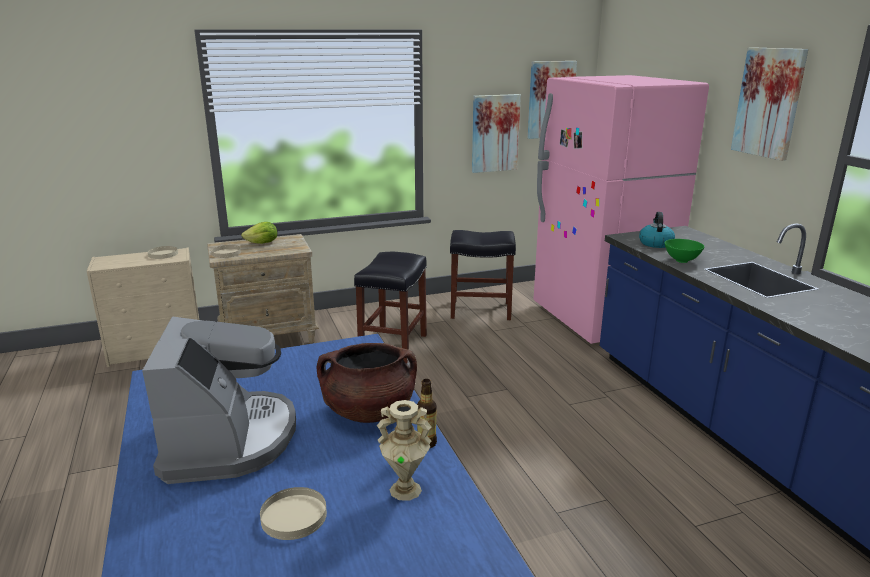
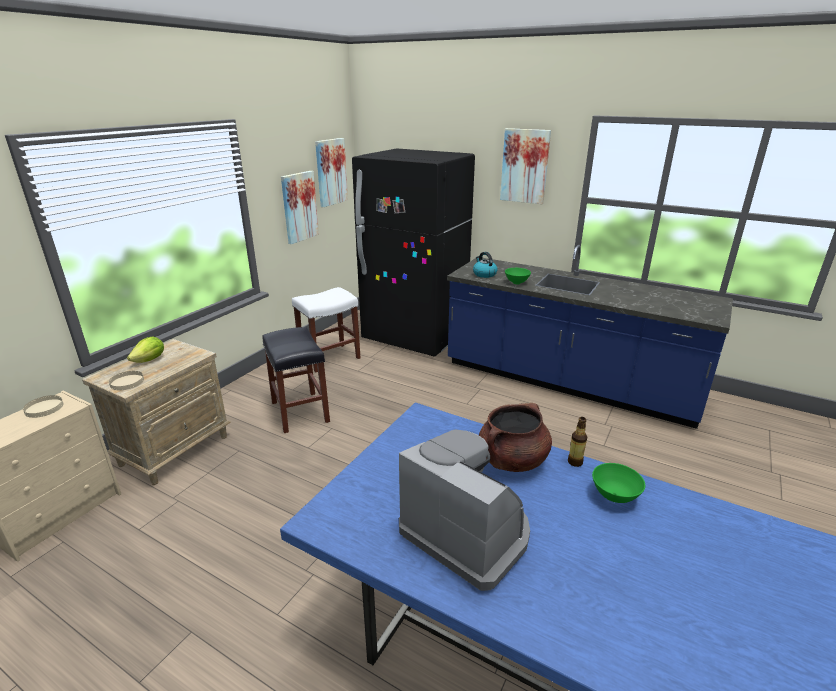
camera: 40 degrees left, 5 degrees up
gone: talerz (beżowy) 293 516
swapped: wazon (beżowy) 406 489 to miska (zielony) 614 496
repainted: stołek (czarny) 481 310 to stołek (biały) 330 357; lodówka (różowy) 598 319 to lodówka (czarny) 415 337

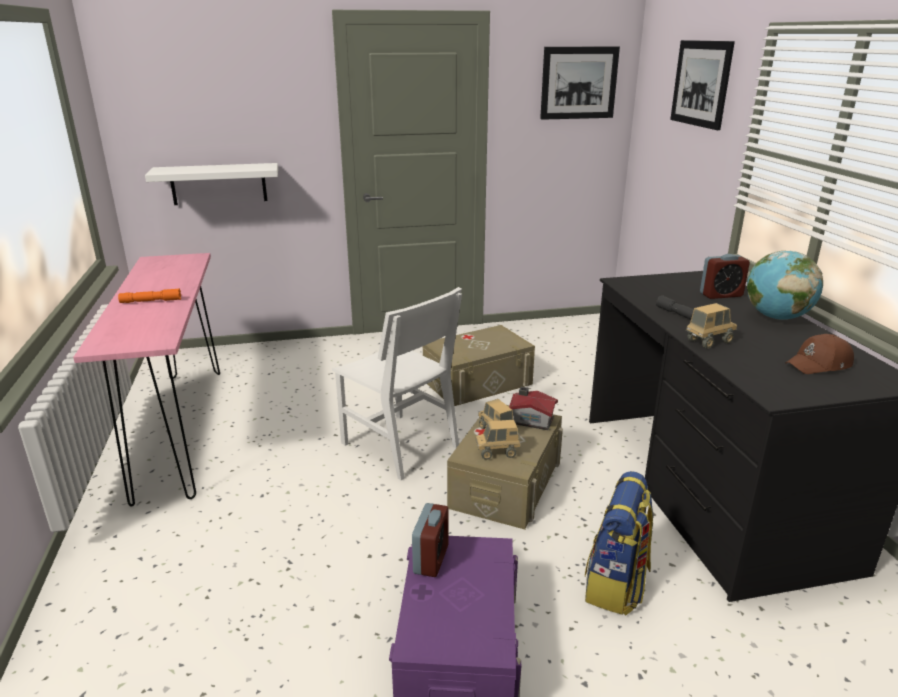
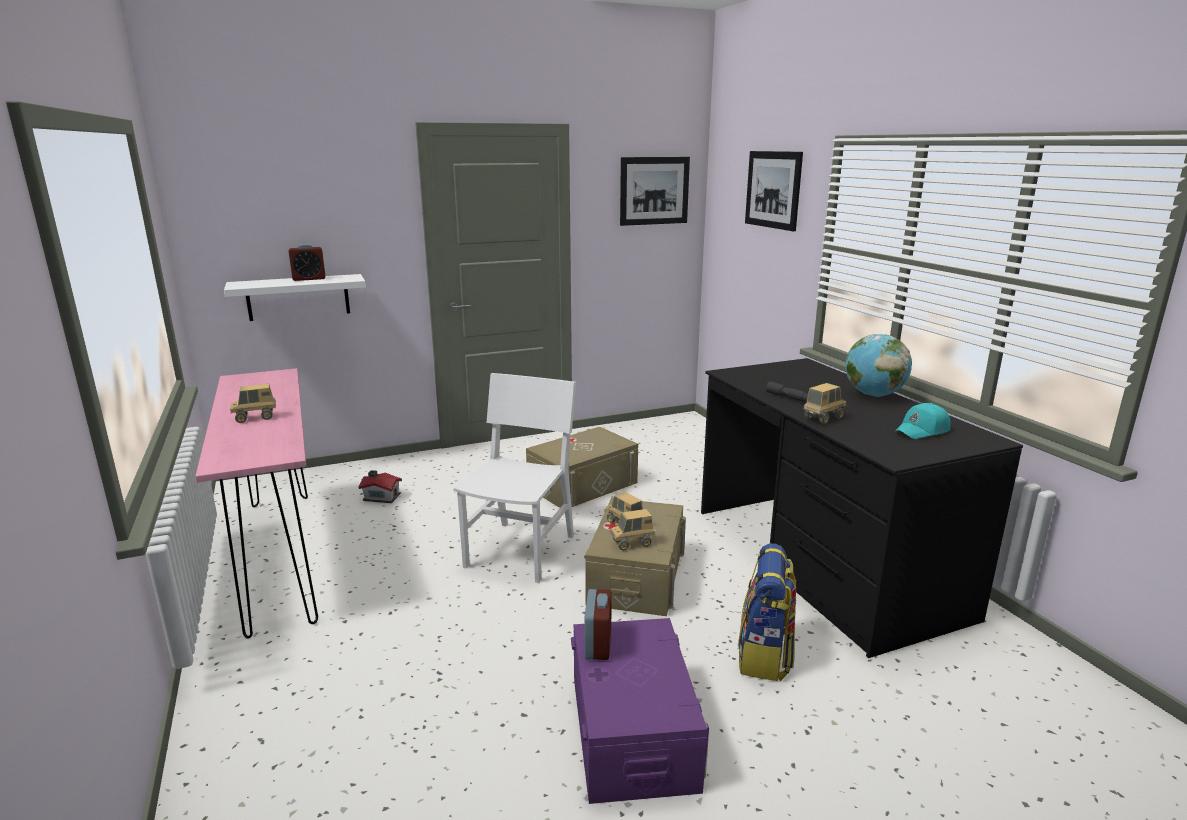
camera: 10 degrees left, 5 degrees down
shifted: budzik 721 295 to 309 279; domek 531 420 to 381 497
swapped: latarka (pomarańczowy) 151 301 to ciężarówka zabawkowa 255 418
repainted: czapka z daszkiem (brązowy) 819 365 to czapka z daszkiem (turkusowy) 922 431
rotated: krzesło (biały) 399 445 = 520 551 105 degrees counterclockwise

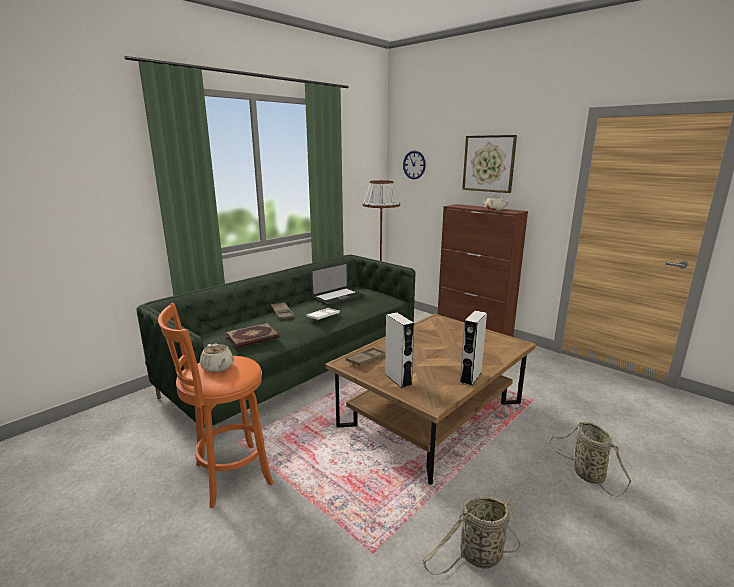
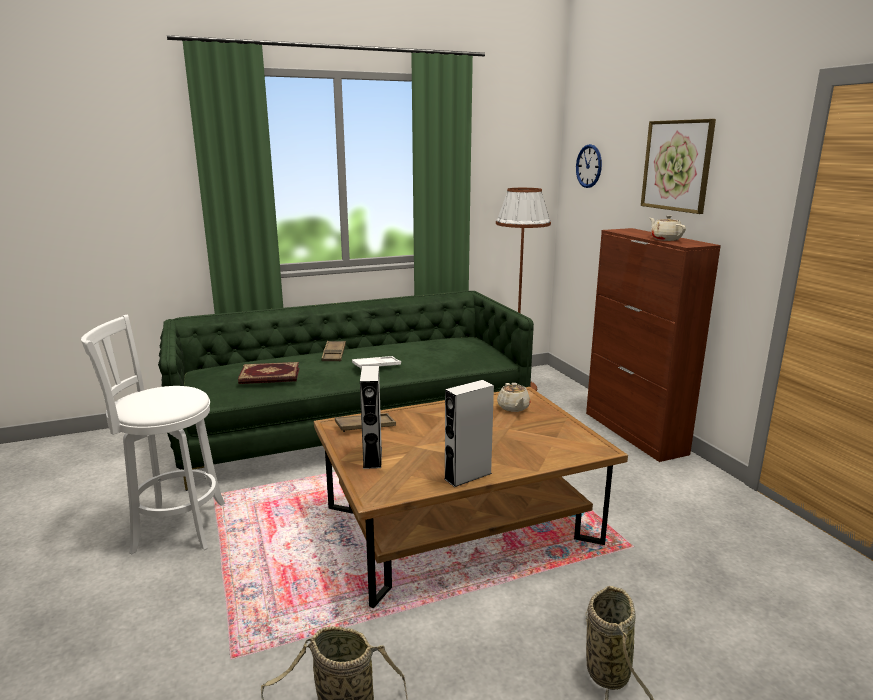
camera: 25 degrees right, 0 degrees up
gone: laptop 338 297
shifted: imbryk (beżowy) 218 367 to 513 408
repainted: stołek (pomarańczowy) 228 475 to stołek (biały) 174 527

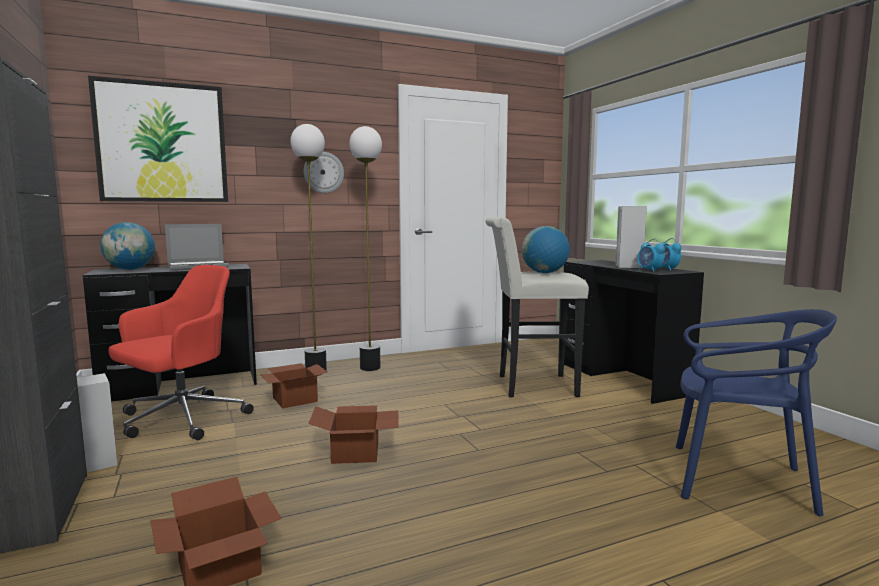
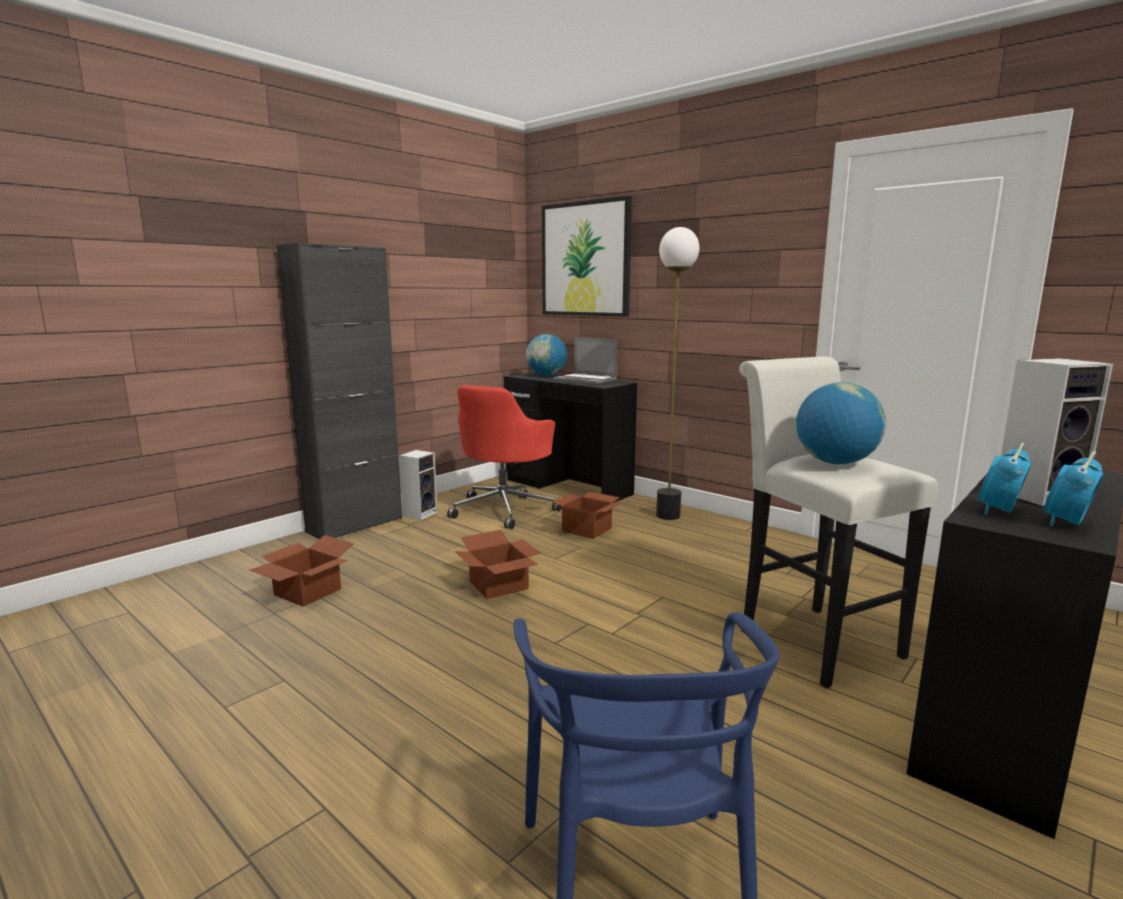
camera: 65 degrees right, 5 degrees up
gone: zegar ścienny 323 172; lampa stojąca 370 368
rotated: krzesło biurowe (czerwony) 181 419 = 504 509 105 degrees clockwise

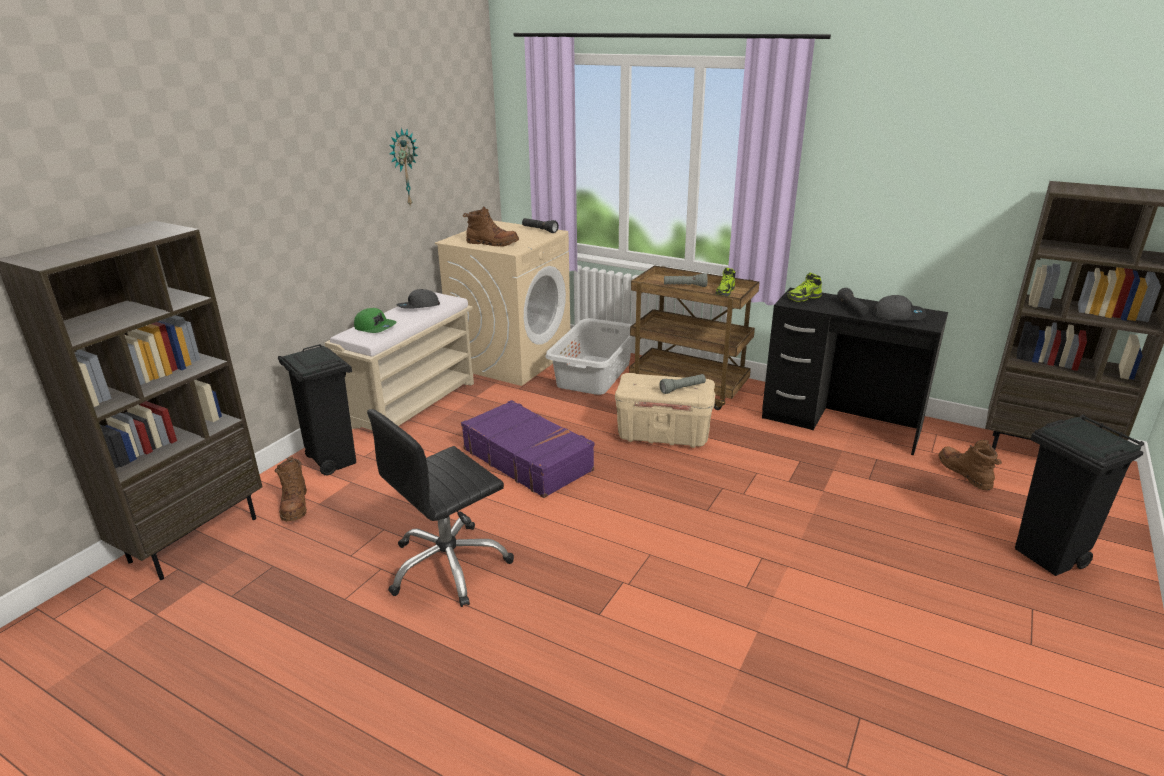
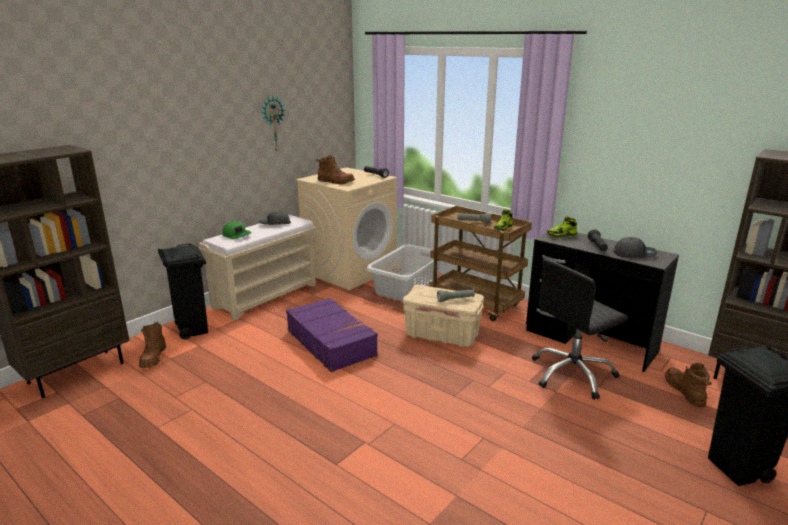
camera: 10 degrees right, 5 degrees down
shifted: krzesło biurowe (czarny) 448 566 to 572 374

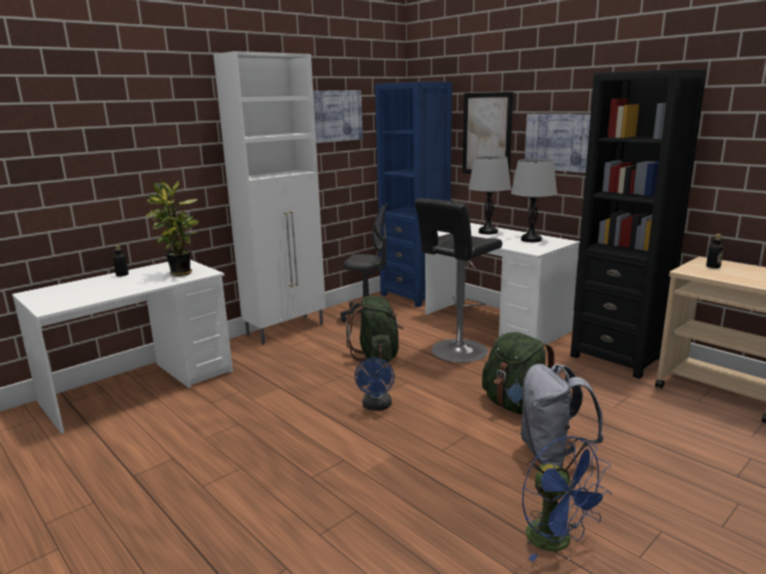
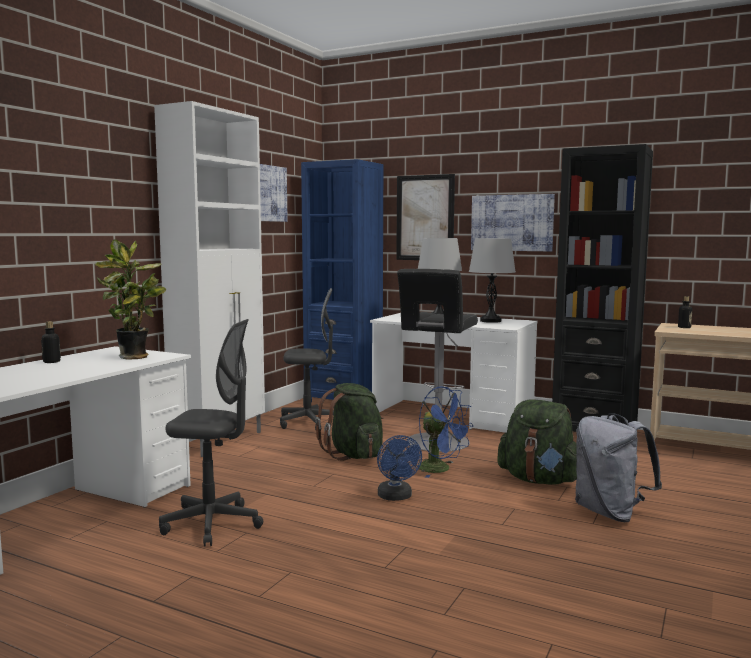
camera: 20 degrees left, 10 degrees down
new: krzesło biurowe (szary) 212 524
shifted: wentylator (niebieski) 557 542 to 441 469

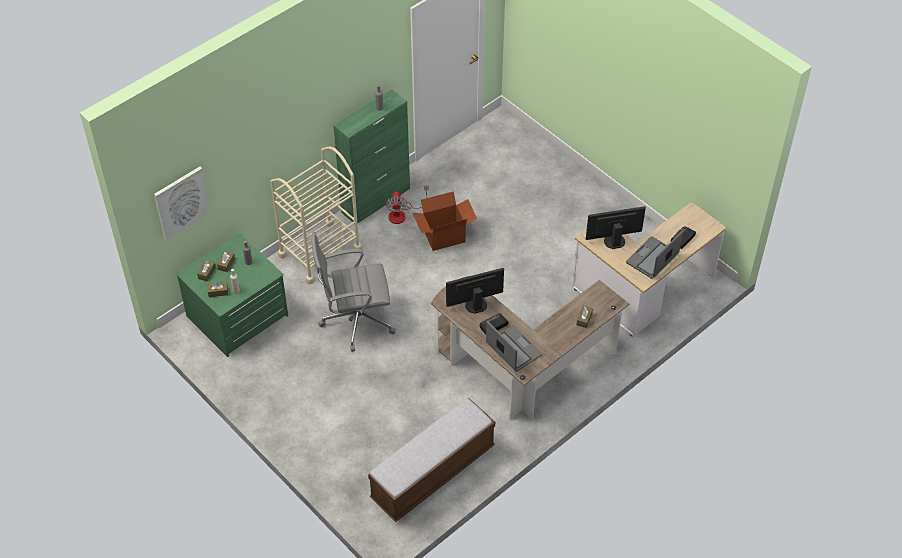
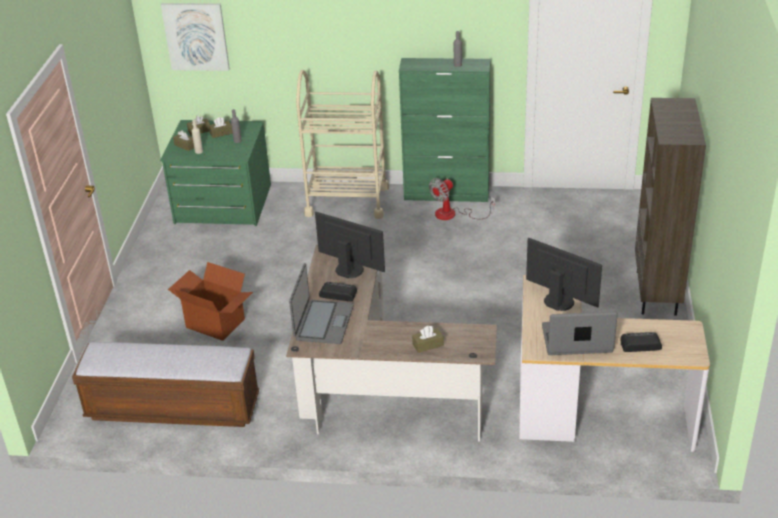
camera: 50 degrees right, 15 degrees down
gone: krzesło biurowe (szary) 355 320
new: regał (brązowy) 657 293
shifted: karton 444 235 to 216 322

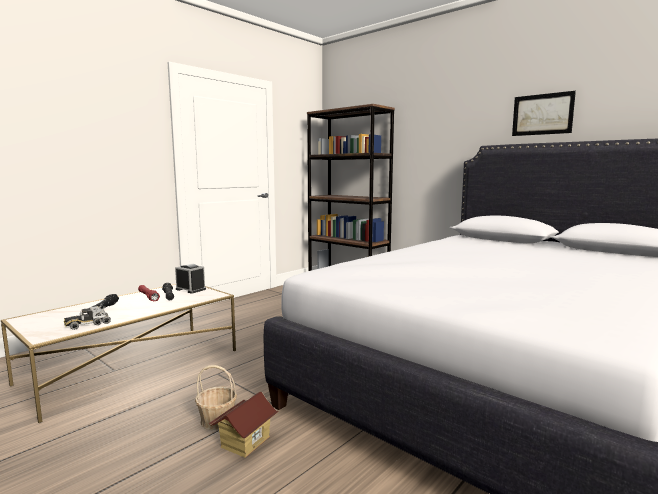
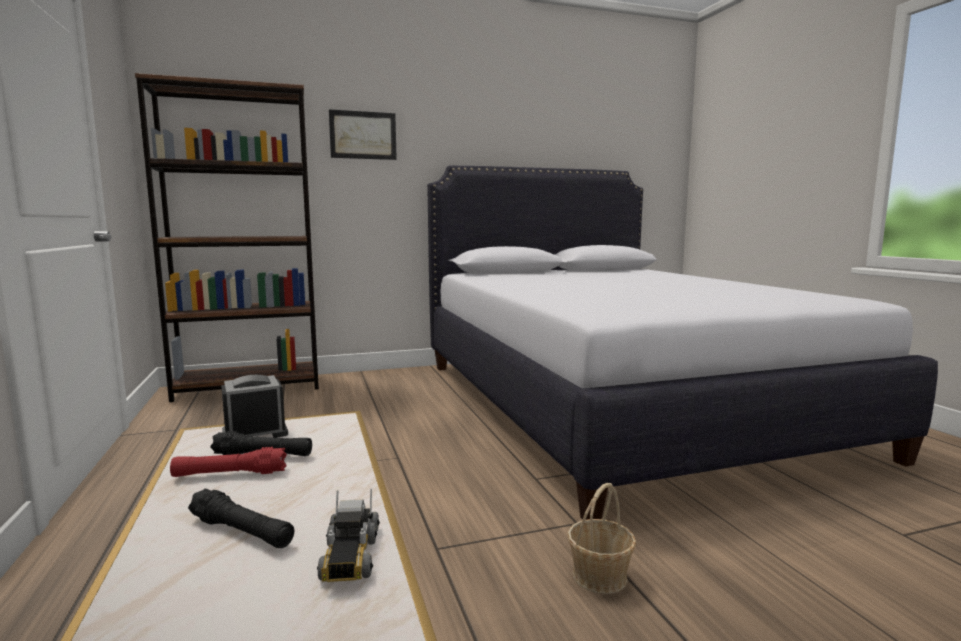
camera: 60 degrees left, 0 degrees up
gone: domek 245 442
shifted: obraz 542 114 to 363 135

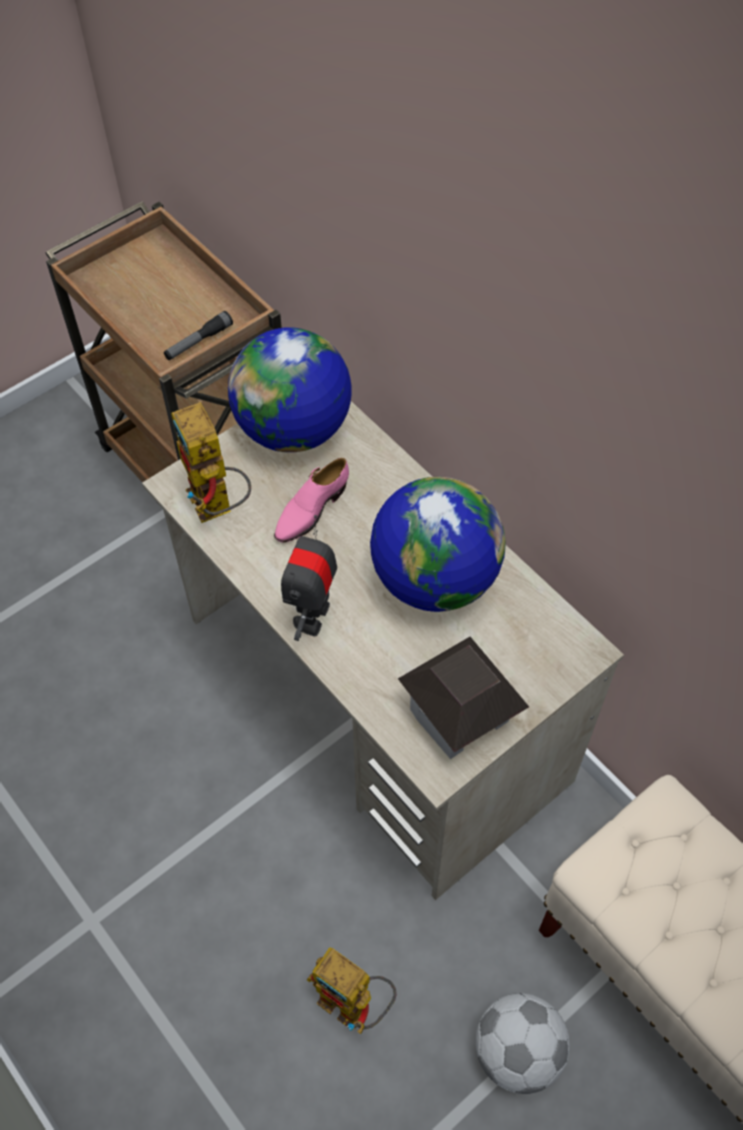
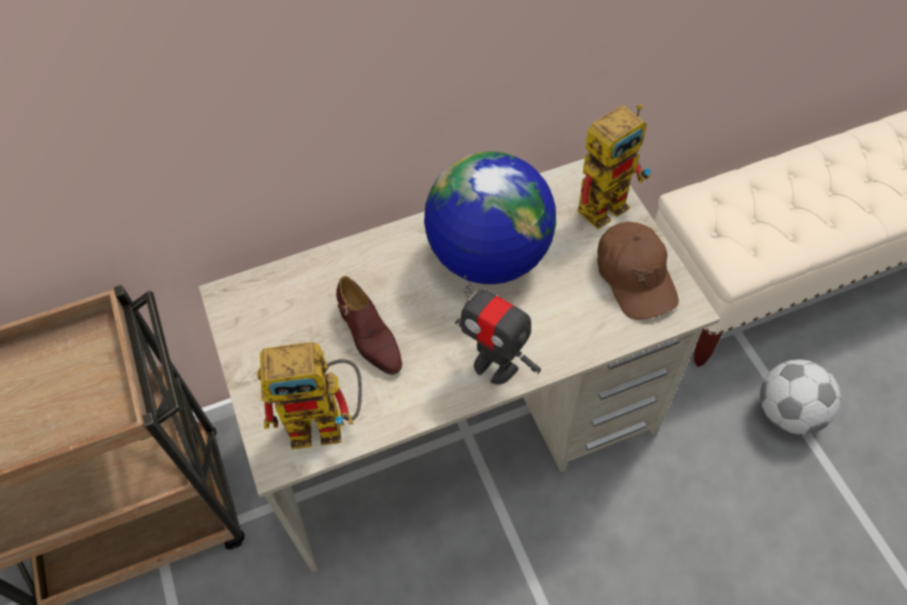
camera: 70 degrees left, 0 degrees up
gone: latarka 198 342; globus 293 430
shifted: robot zabawkowy 355 1005 to 608 200
swapped: domek 459 716 to czapka z daszkiem (brązowy) 635 277
repainted: but (różowy) 311 510 to but (brązowy) 369 336

